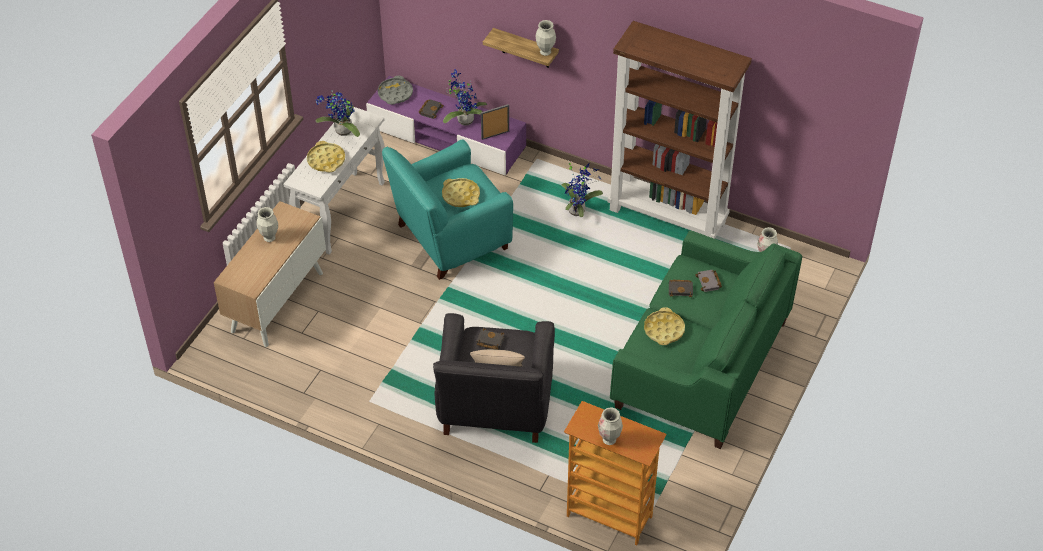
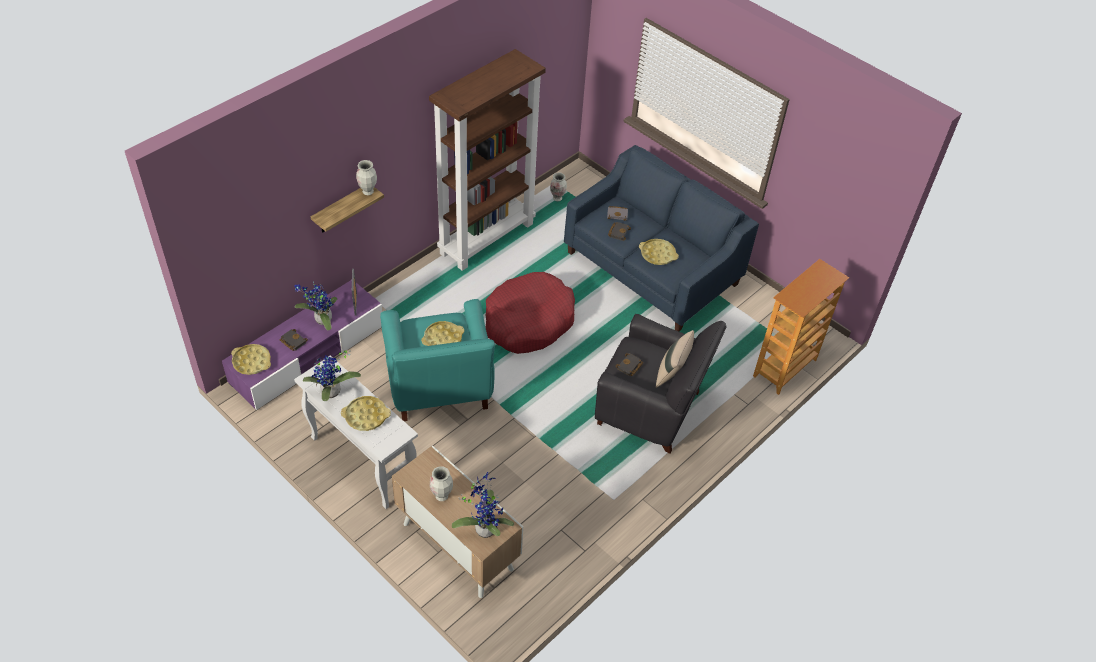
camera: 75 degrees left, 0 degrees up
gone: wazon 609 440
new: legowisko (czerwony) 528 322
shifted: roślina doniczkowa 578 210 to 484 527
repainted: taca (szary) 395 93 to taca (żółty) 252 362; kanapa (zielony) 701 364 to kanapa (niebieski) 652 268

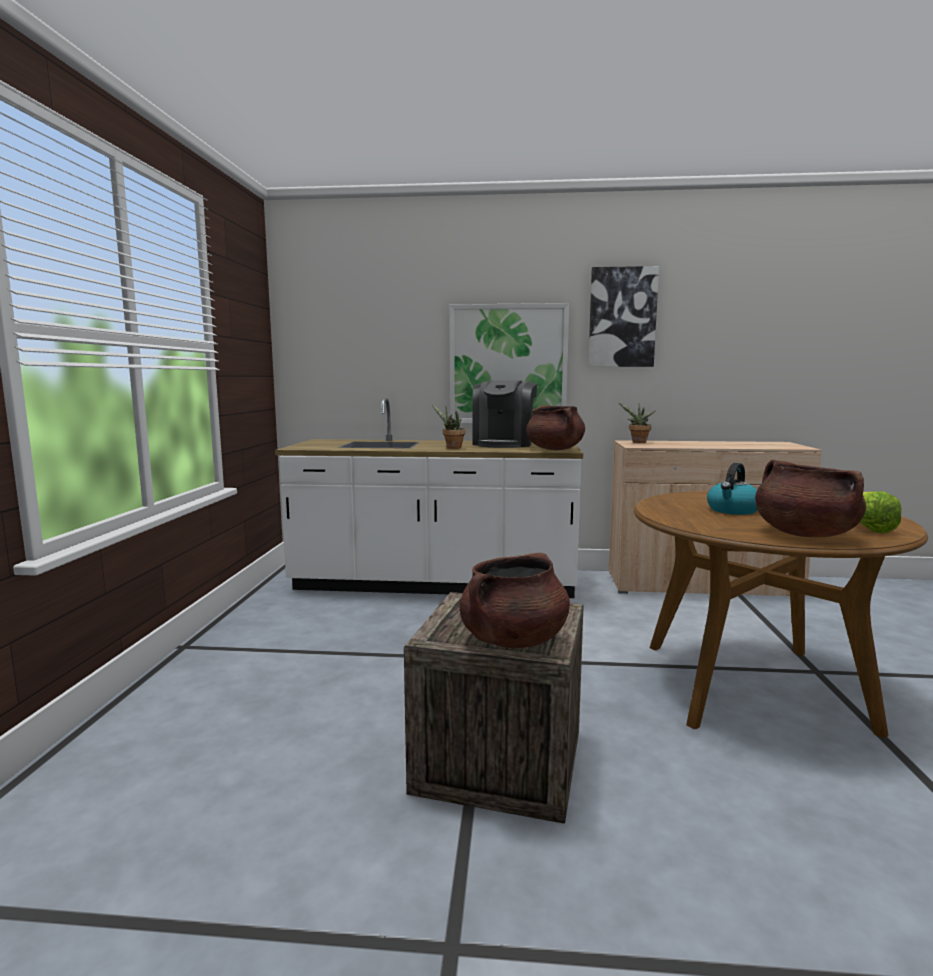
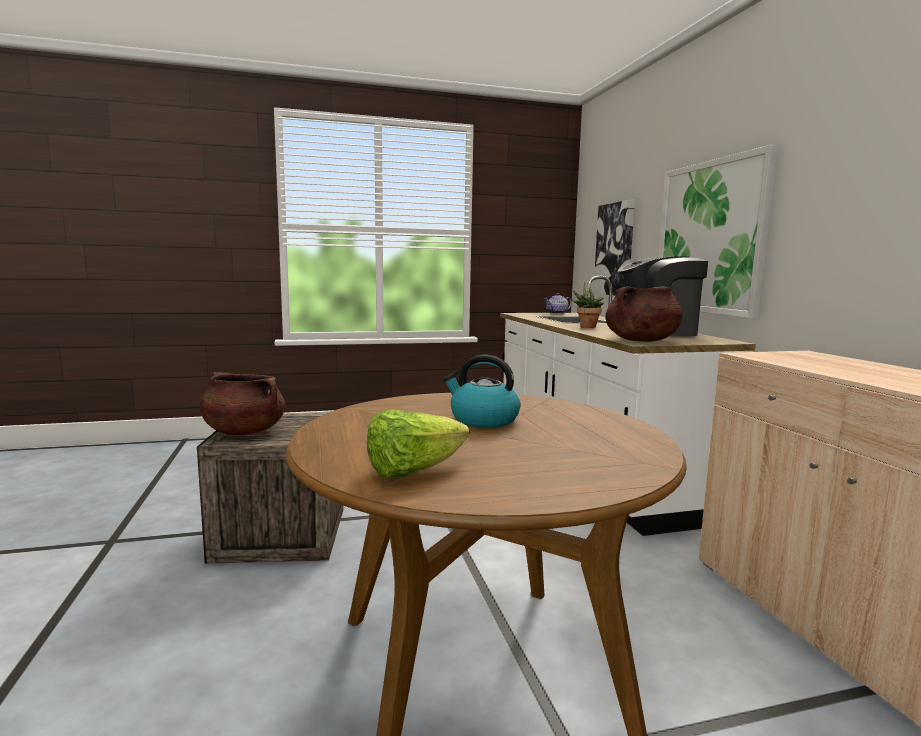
camera: 70 degrees right, 0 degrees up
gone: roślina doniczkowa 638 442; garnek (brązowy) 804 534
new: imbryk 557 313
shifted: obraz 622 317 to 615 249

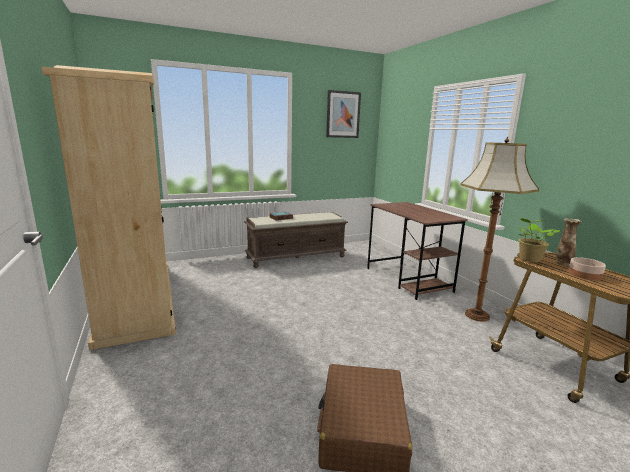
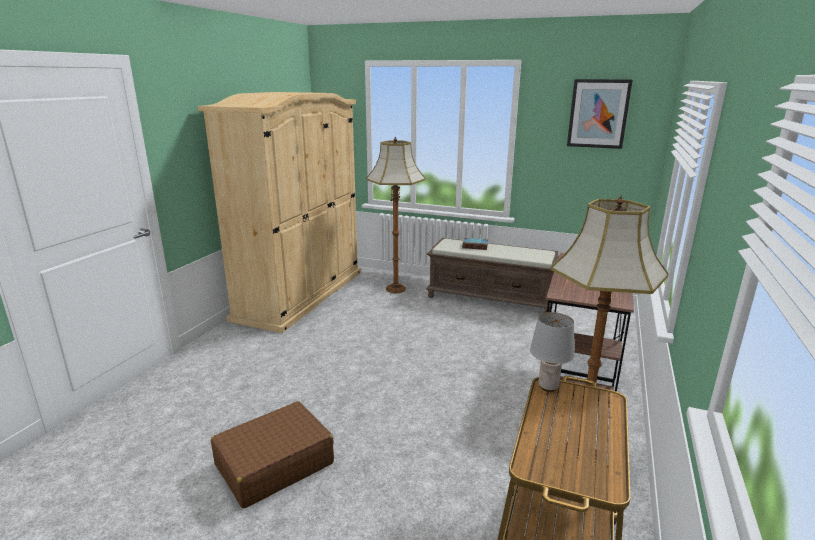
camera: 45 degrees right, 5 degrees up
gone: wazon 563 263; miska 584 274
new: lampa stojąca 396 289
swapped: roślina doniczkowa 529 259 to lampa stołowa (szary) 548 387

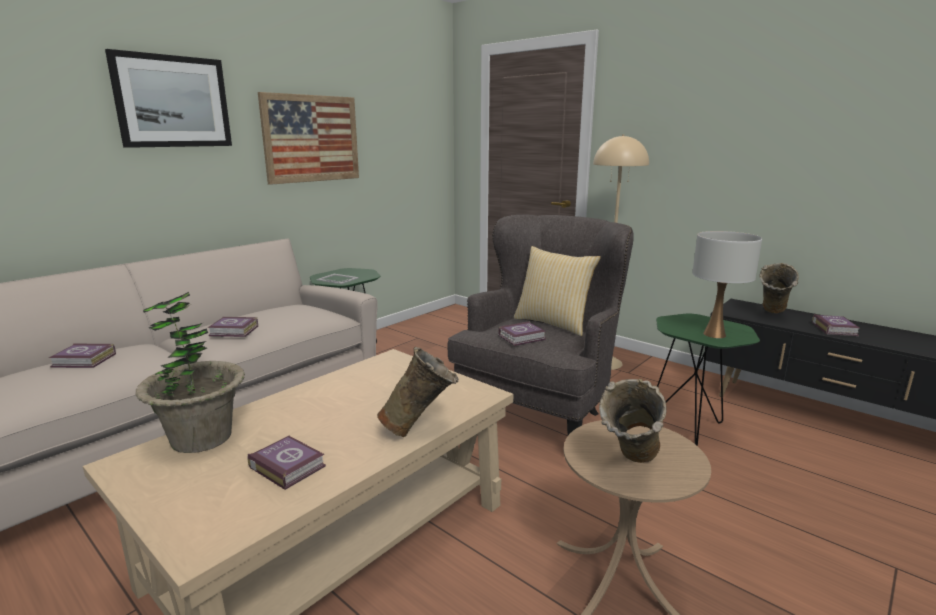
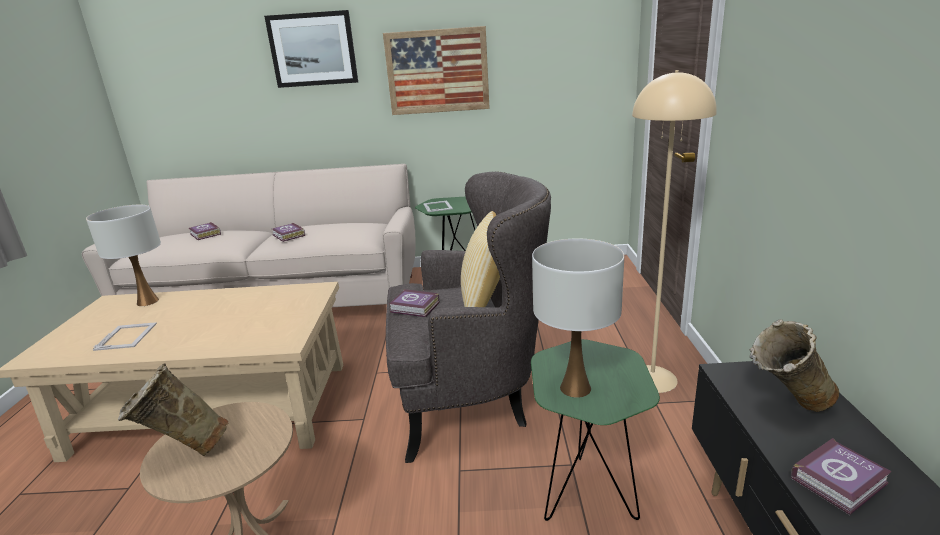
camera: 50 degrees right, 5 degrees up
gone: wazon (beżowy) 420 430
swapped: roślina doniczkowa 201 438 to lampa stołowa (biały) 148 301; książka 287 466 to ramka na zdjęcie 127 336

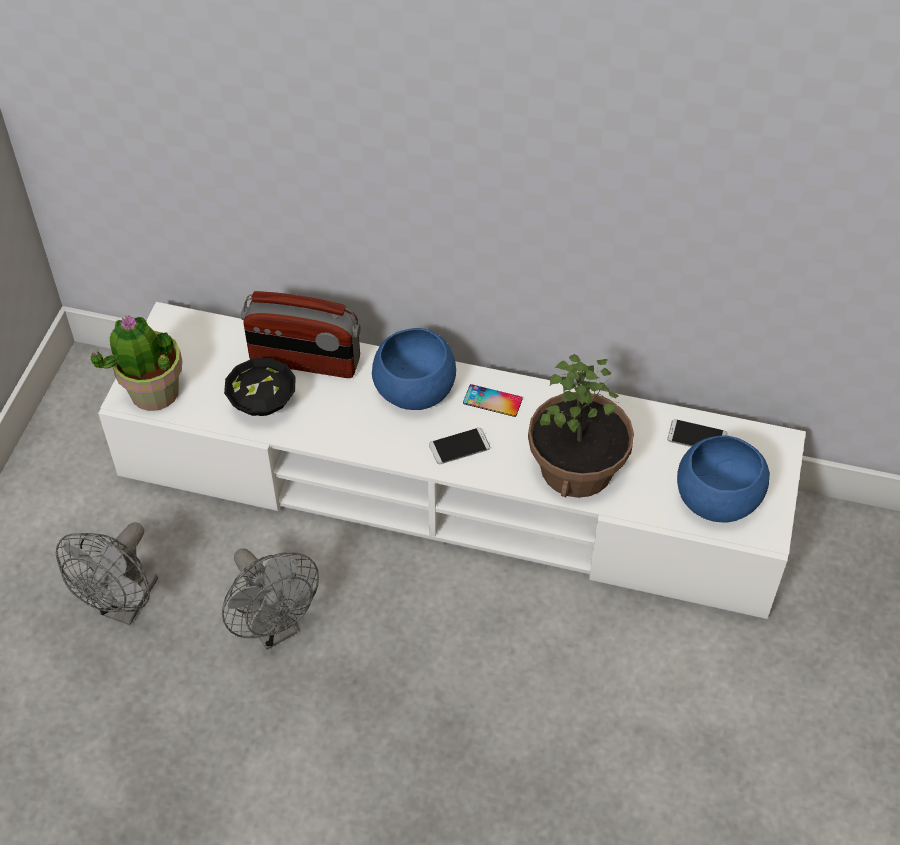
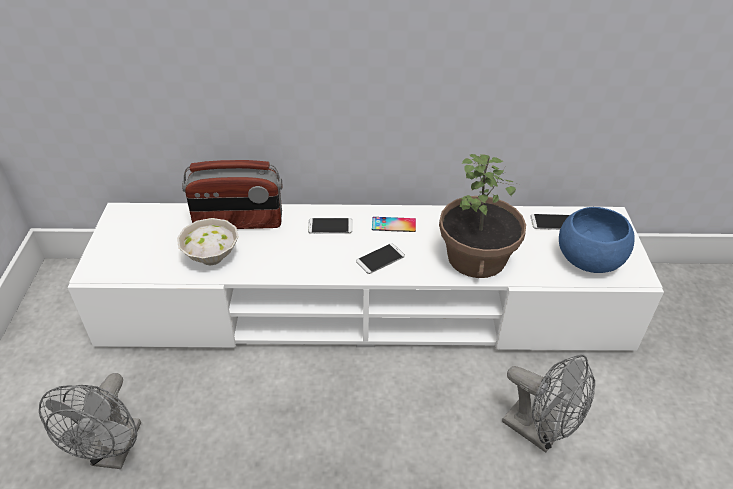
camera: 15 degrees left, 10 degrees down
gone: roślina doniczkowa 153 392
shifted: wentylator (szary) 274 628 to 539 433
swapped: miska (niebieski) 413 388 to telefon 330 226
repainted: miska (czarny) 265 406 to miska (biały) 213 258

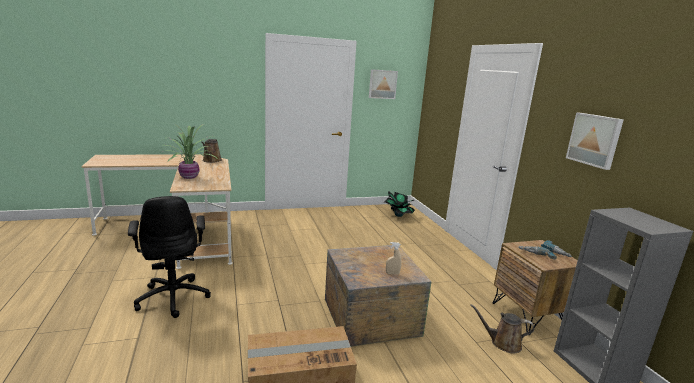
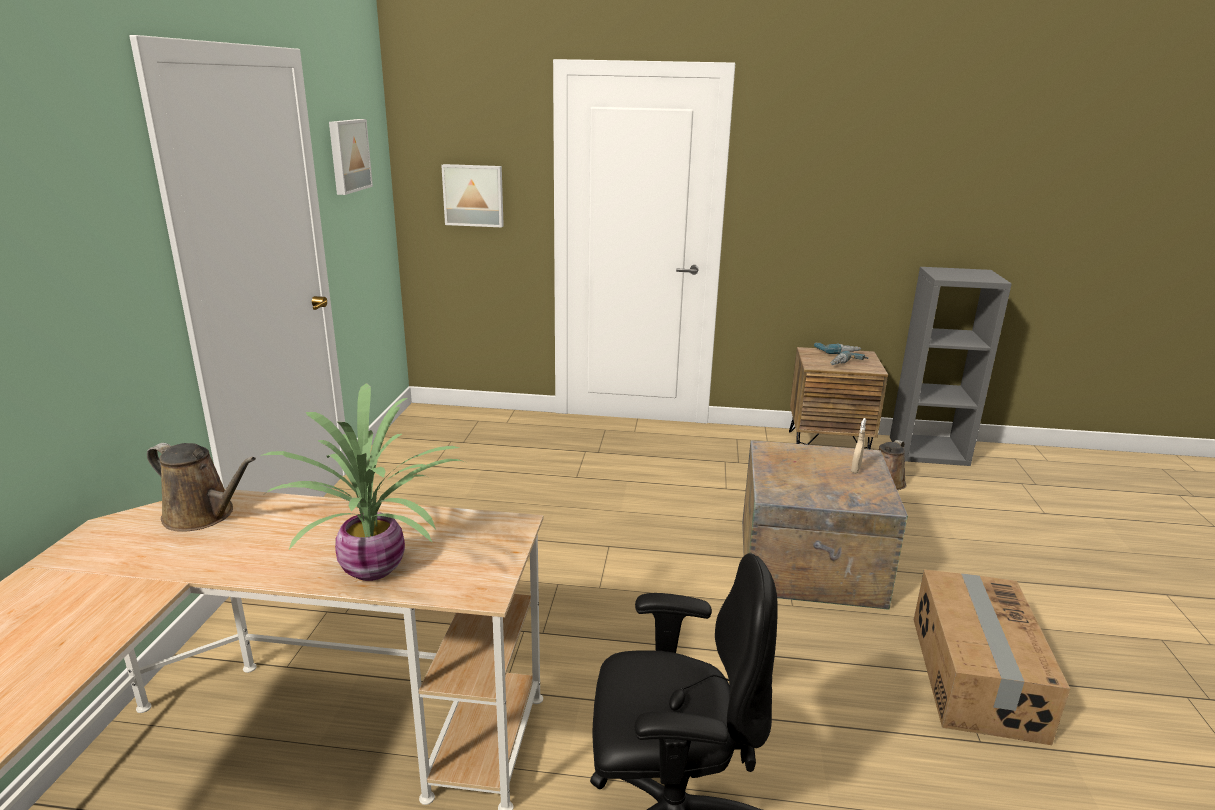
camera: 65 degrees left, 5 degrees up
gone: roślina doniczkowa 398 215
shifted: obraz 594 140 to 473 195

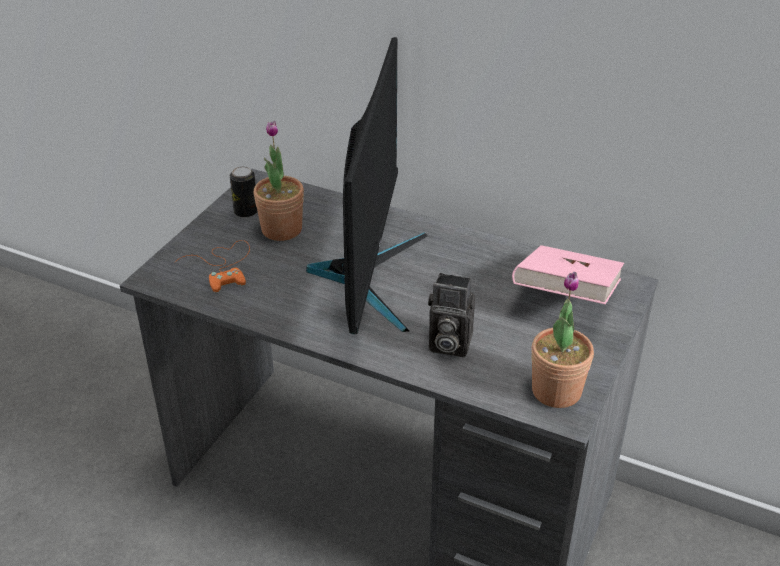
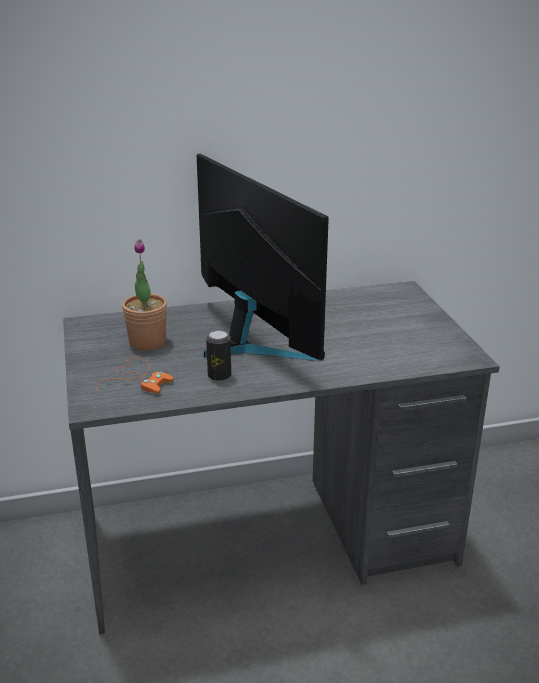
camera: 40 degrees left, 10 degrees down
gone: aparat fotograficzny 447 344; książka (różowy) 566 297; roślina doniczkowa 556 391
shifted: puszka 246 212 to 219 376

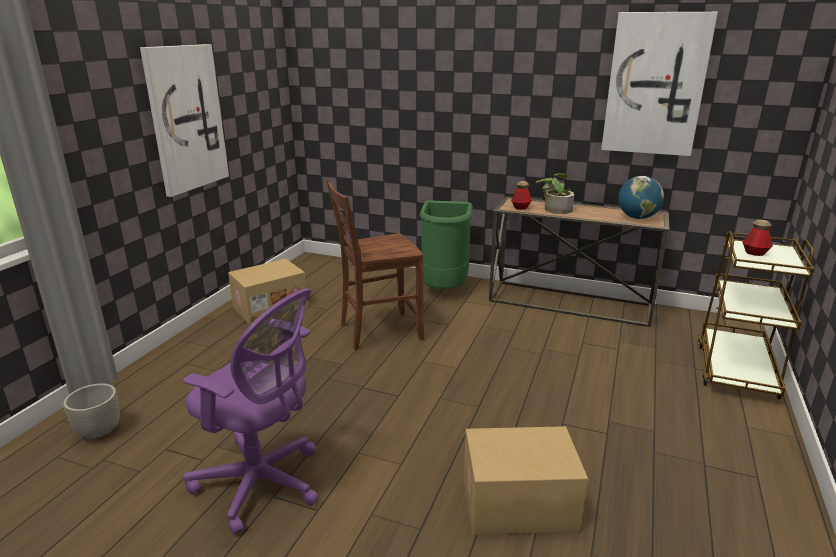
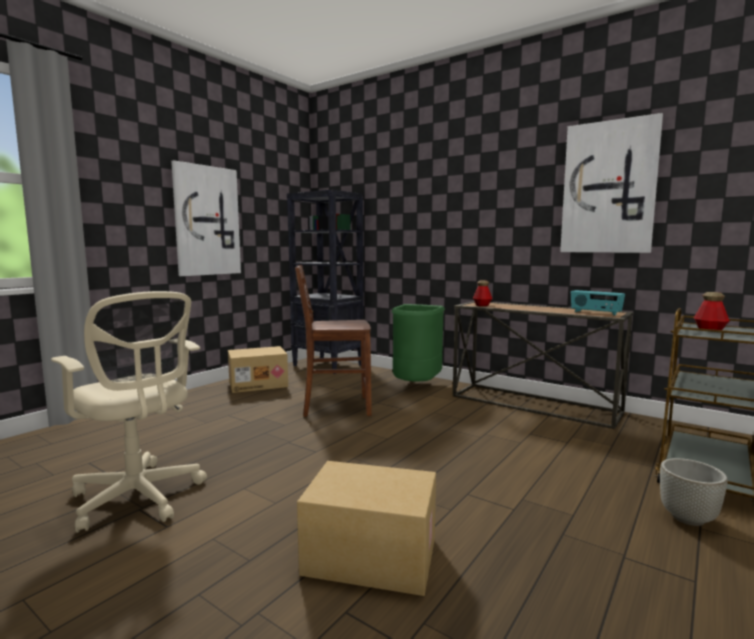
camera: 15 degrees right, 15 degrees down
gone: roślina doniczkowa 554 209
new: regał (czarny) 328 365
shifted: donica (szary) 100 432 to 688 518
swapped: globus 637 217 to radio 595 313
repainted: krzesło biurowe (fioletowy) 262 484 to krzesło biurowe (beżowy) 139 498

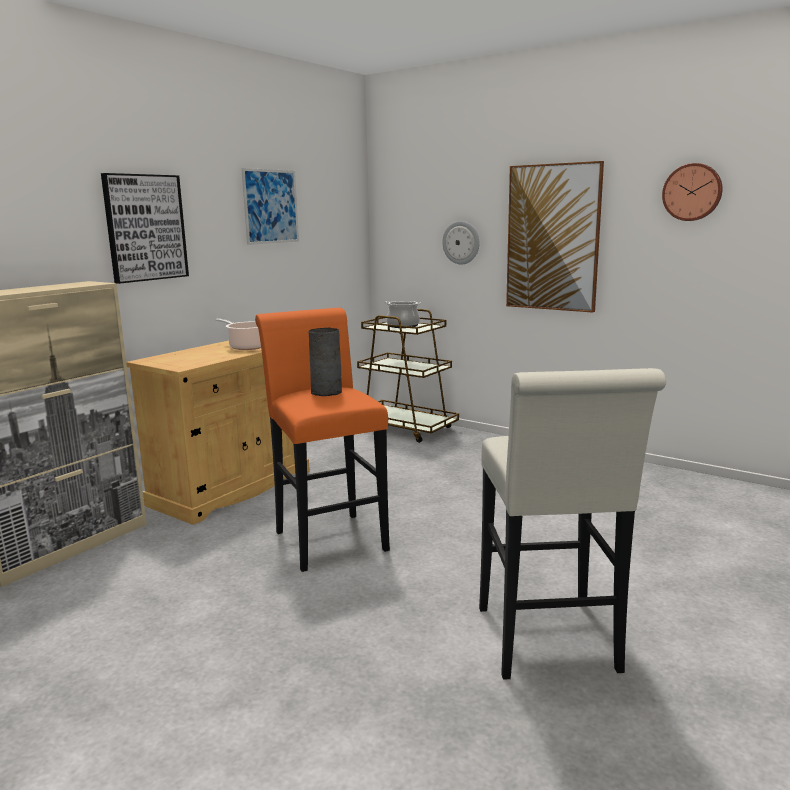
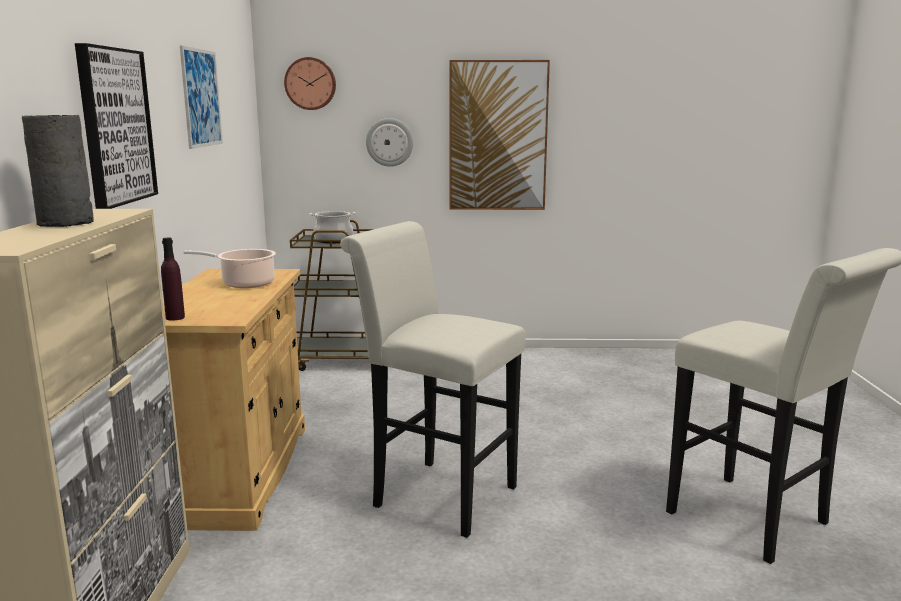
camera: 35 degrees left, 0 degrees up
new: butelka (fioletowy) 175 317
shifted: wazon (szary) 327 392 to 67 223; zegar ścienny 692 192 to 310 83
repainted: stołek (pomarańczowy) 327 537 to stołek (biały) 436 493

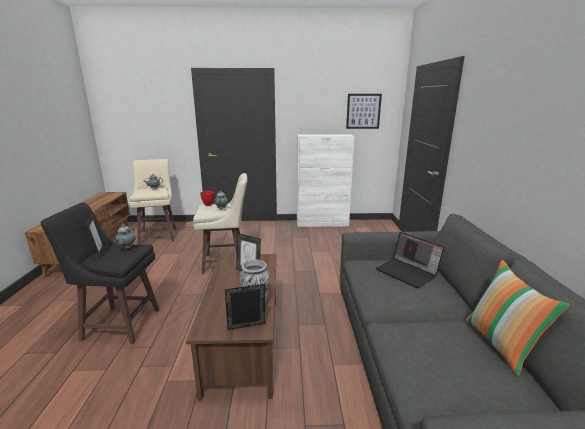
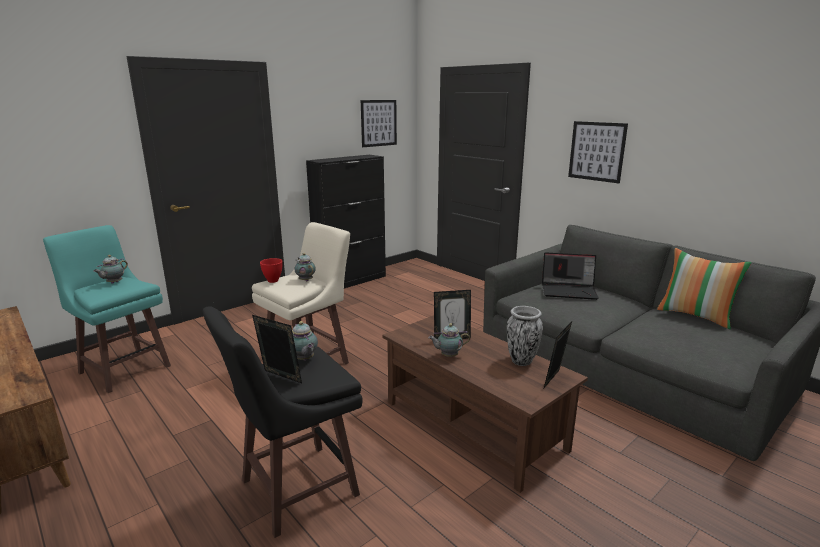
camera: 40 degrees left, 0 degrees up
new: imbryk 448 356; obraz 596 151
repainted: stołek (beżowy) 158 235 to stołek (turkusowy) 124 368; szafka (biały) 322 223 to szafka (czarny) 351 281

